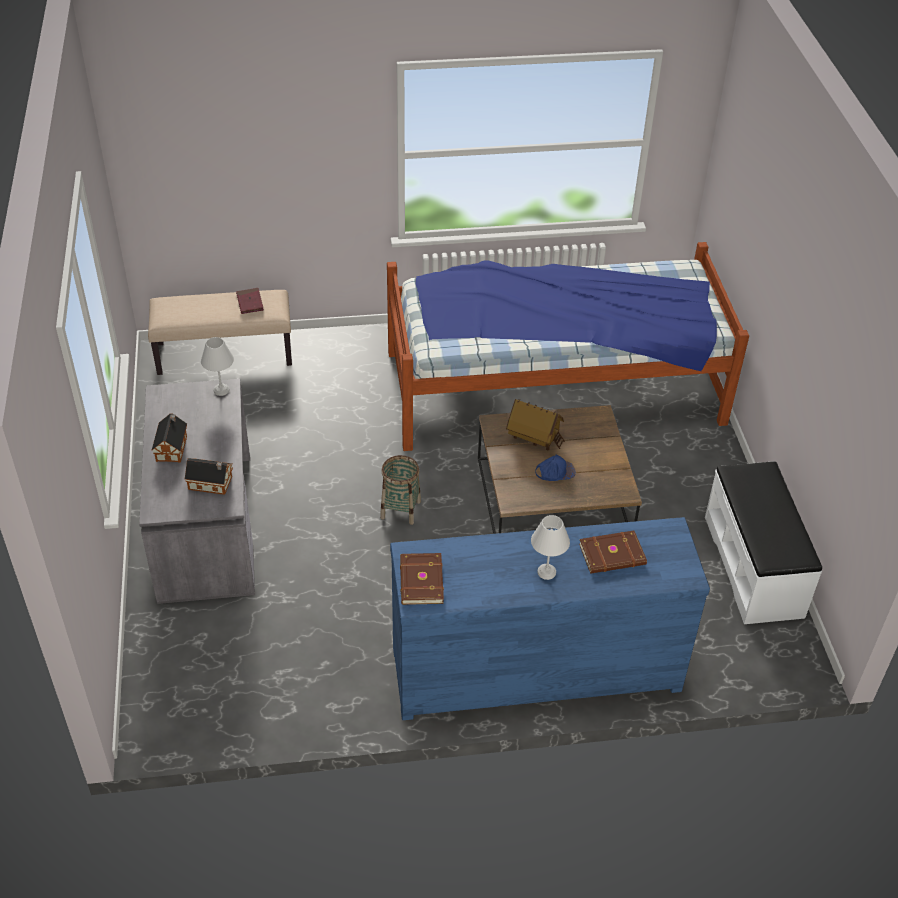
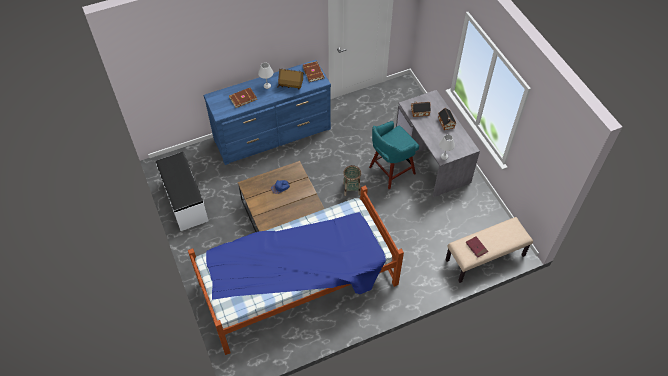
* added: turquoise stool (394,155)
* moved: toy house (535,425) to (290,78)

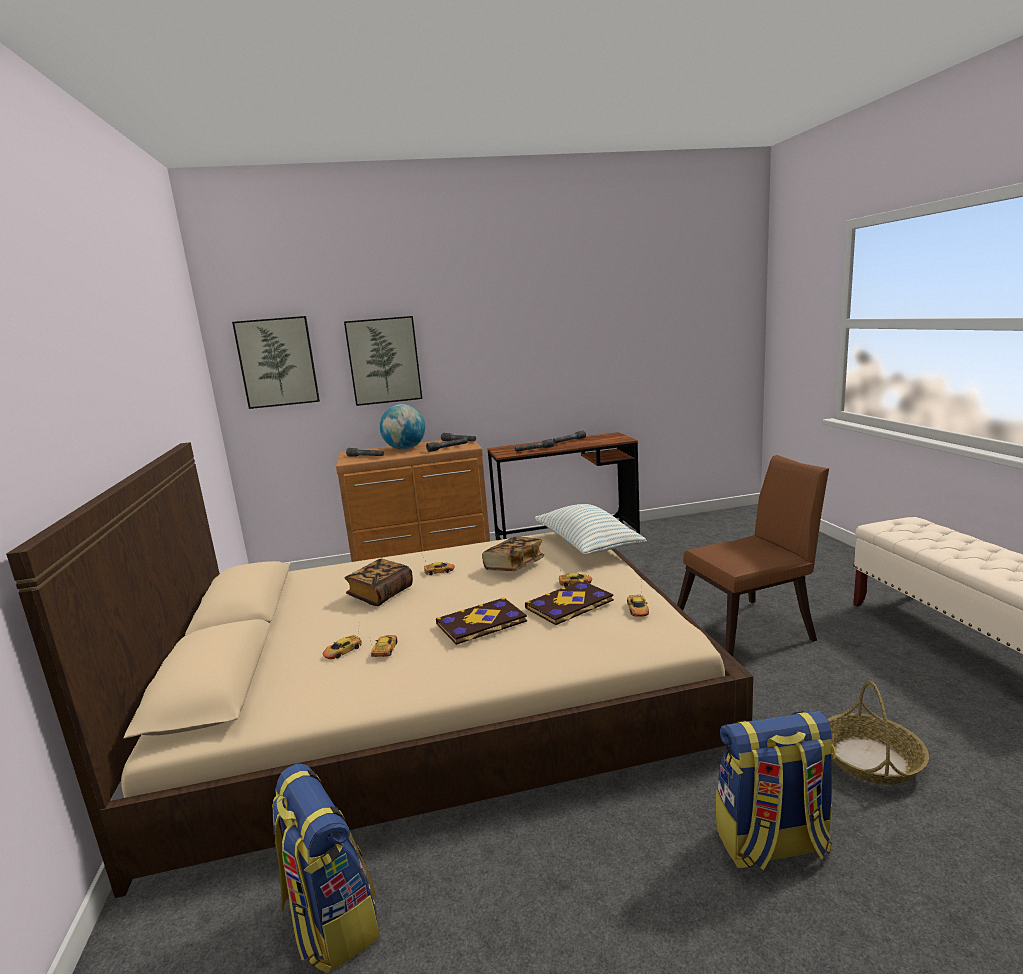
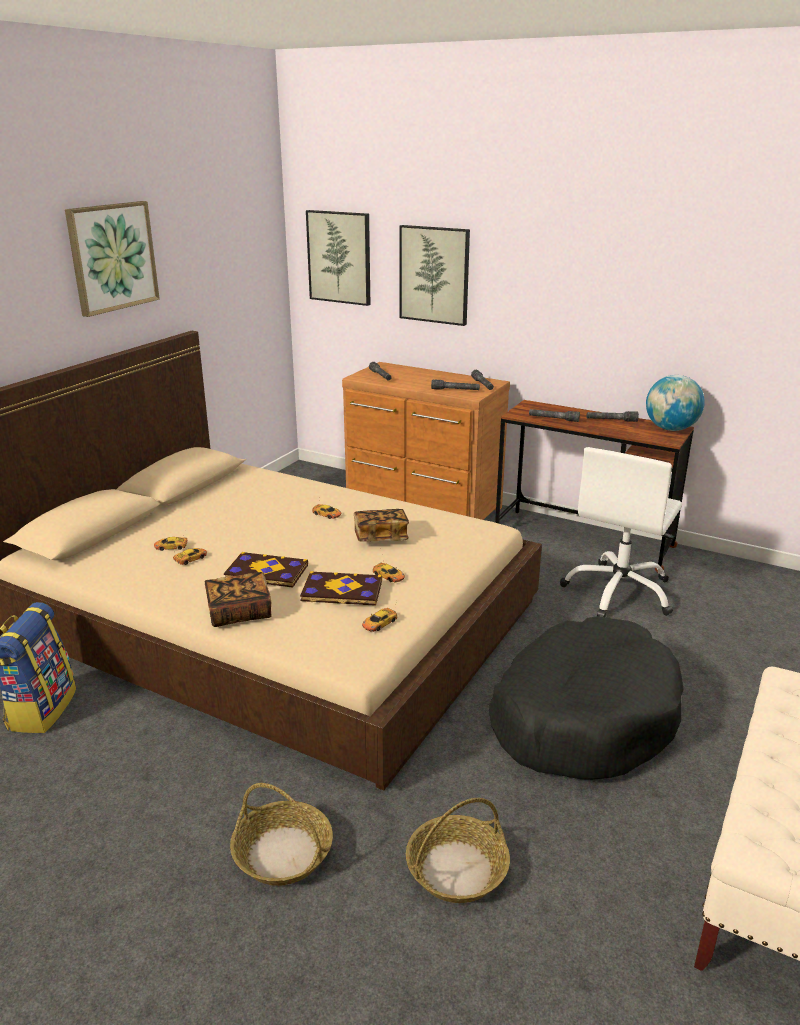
* removed: pillow (590,529)
* added: picture (112,259)
* added: white office chair (621,532)
* moved: book (379,582) to (238,599)
* moved: globe (402,427) to (675,403)
* replaced: brown chair (753,556) to black dog bed (586,698)
* replaced: backpack (776,790) to basket (281,834)

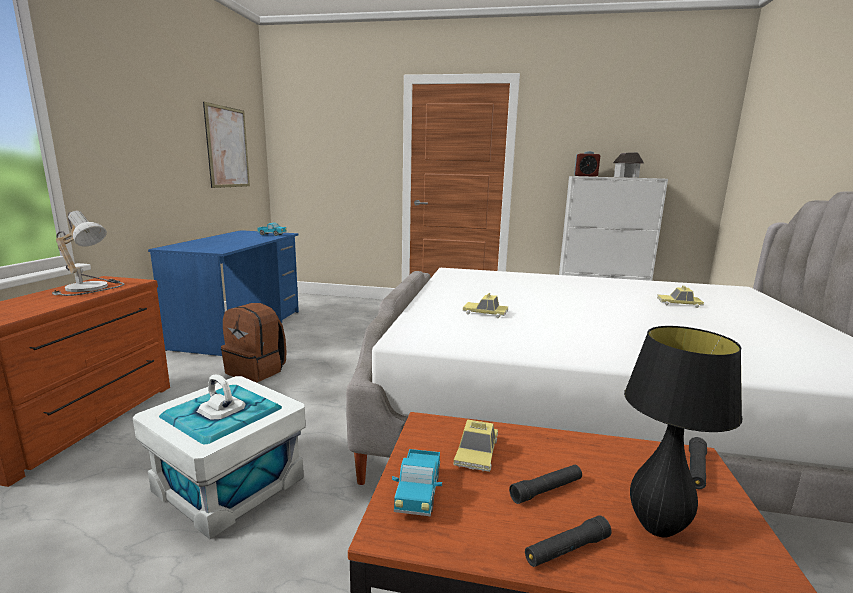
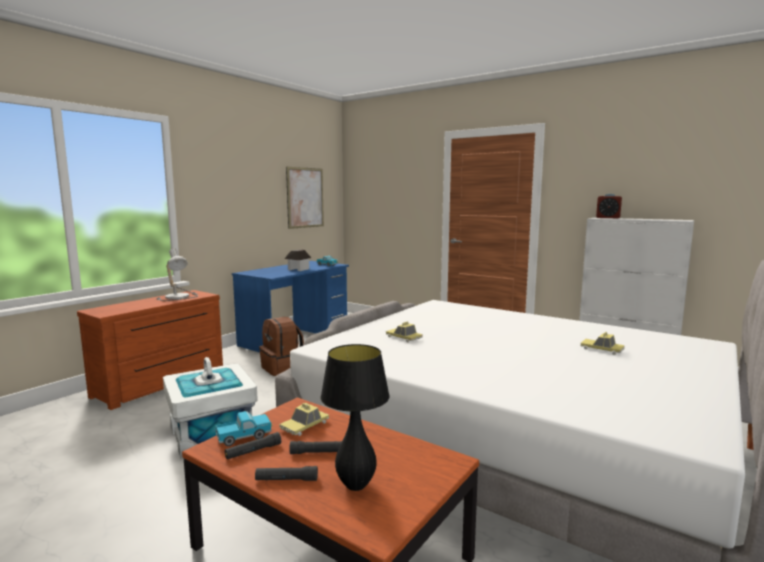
* moved: toy house (628,165) to (297,260)
* moved: black flashlight (698,463) to (253,445)
* turned: toy truck (417,482) = (244,428) 150 degrees counterclockwise

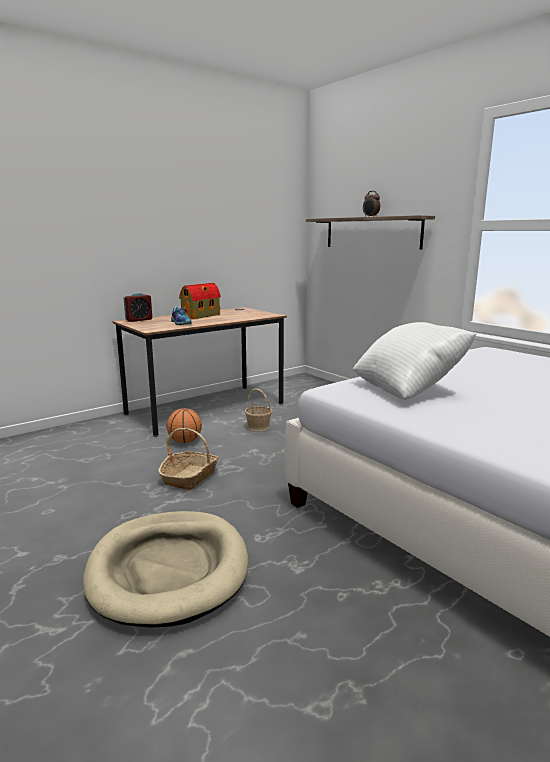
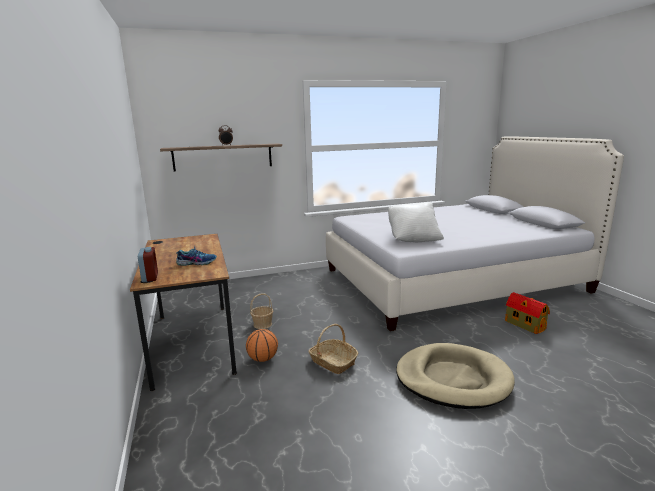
* moved: toy house (200,301) to (527,313)

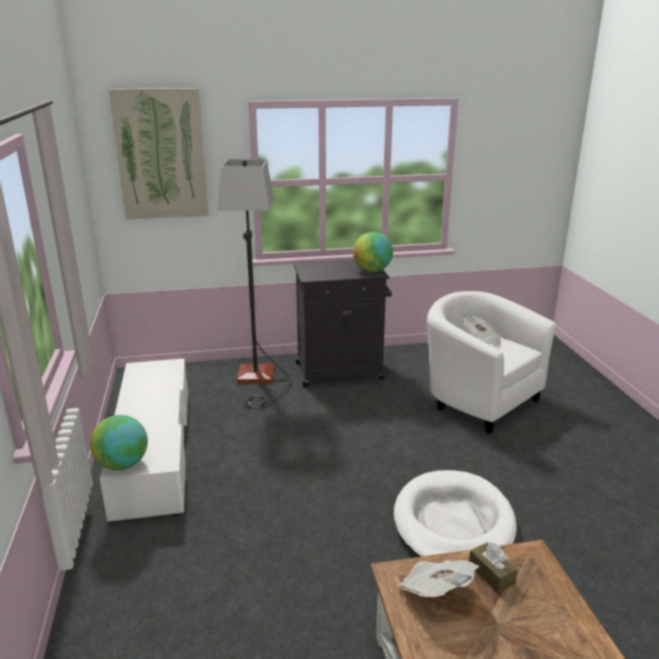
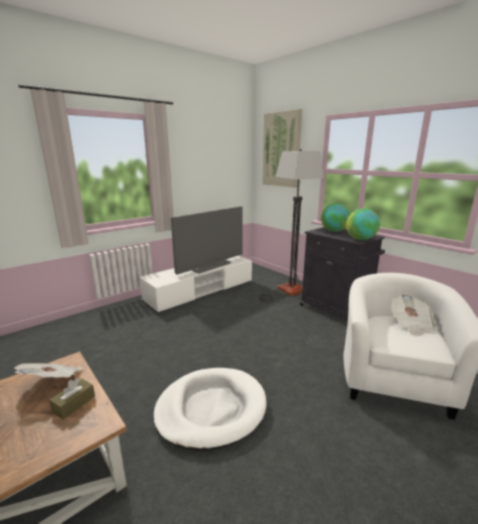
* added: television (207,240)
* moved: globe (119,442) to (335,217)

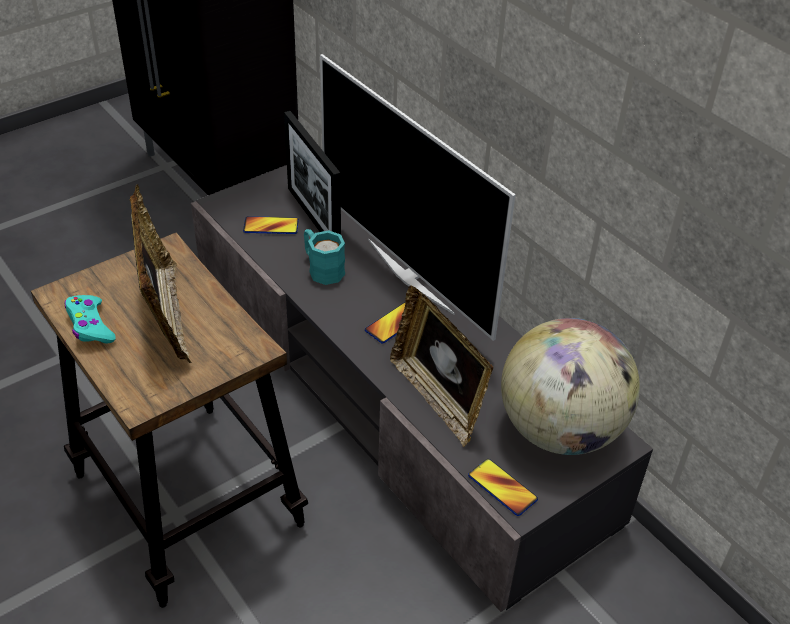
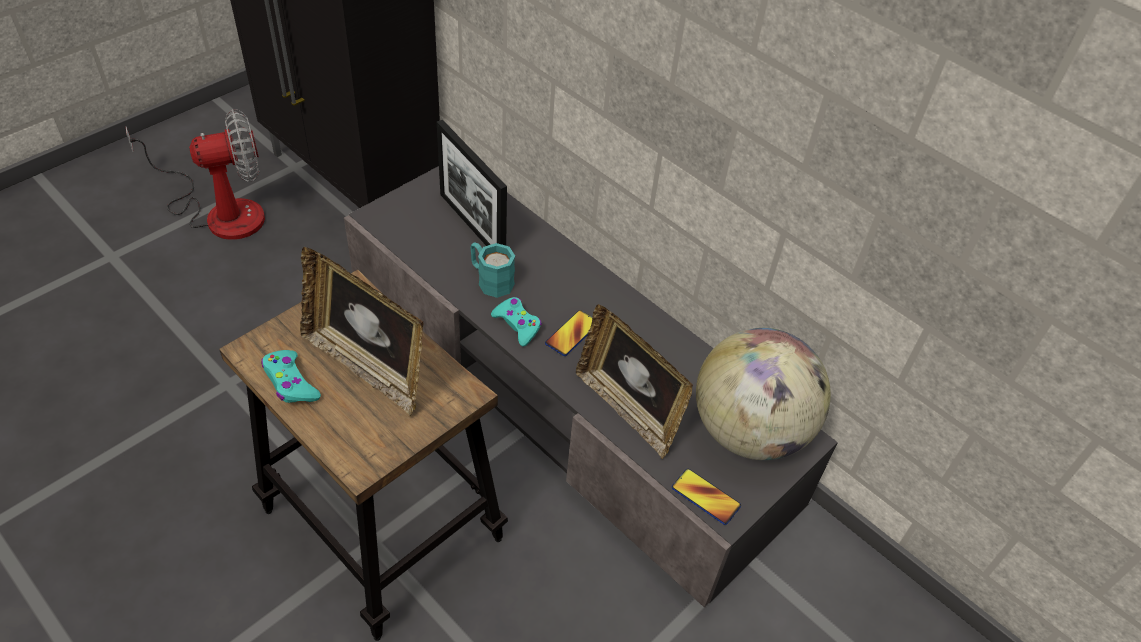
* removed: phone (271,225)
* removed: television (418,197)
* added: fan (195,174)
* added: turquoise game controller (516,322)
* turned: picture frame (160,273) = (362,332) 150 degrees clockwise

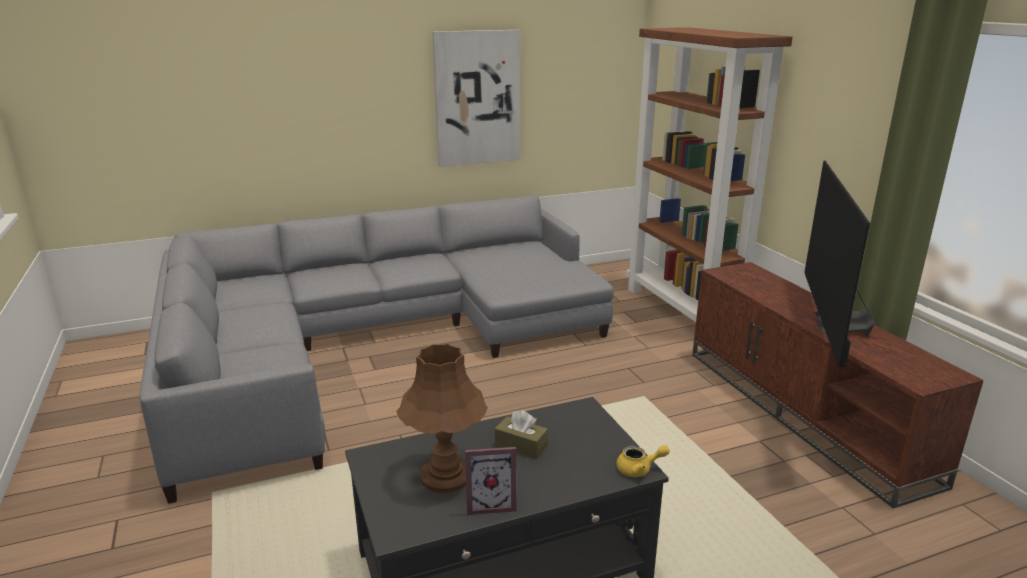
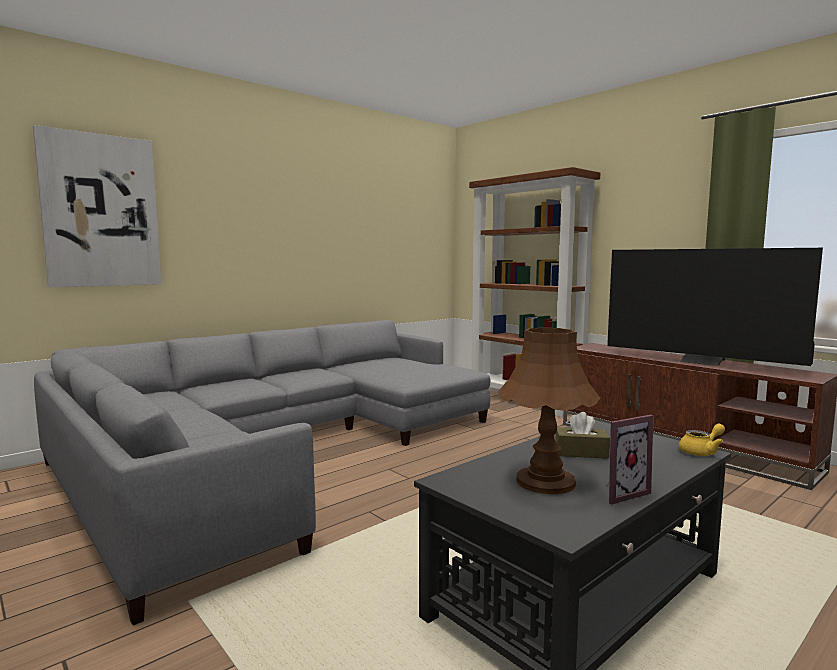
* moved: picture (476,98) to (97,206)
* turned: television (839,263) = (715,307) 45 degrees counterclockwise

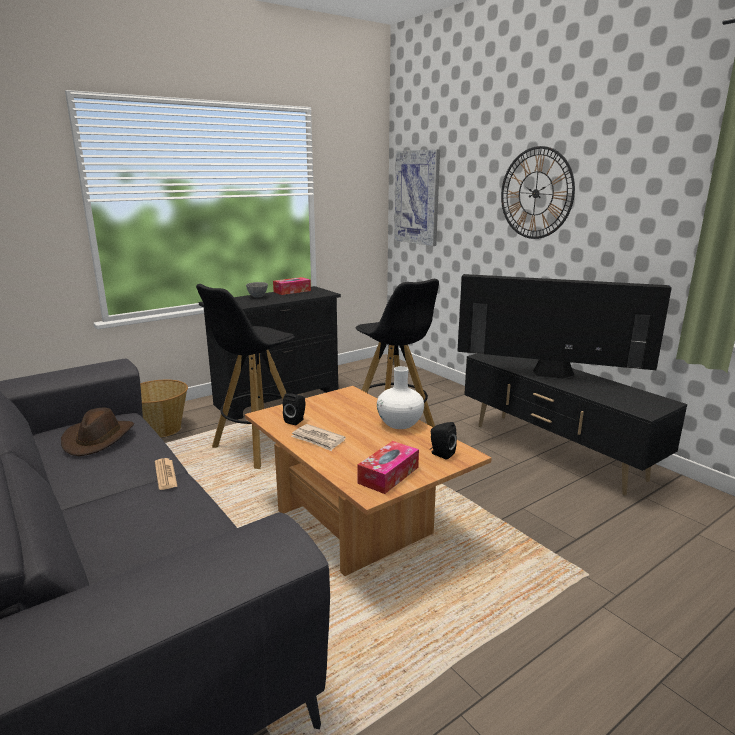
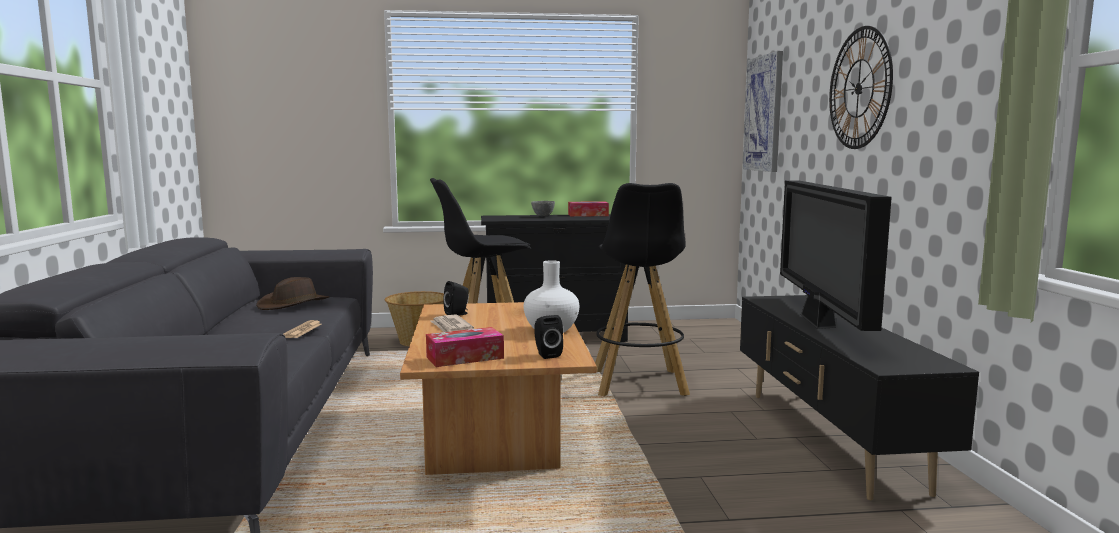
* turned: television (564,327) = (836,255) 135 degrees counterclockwise

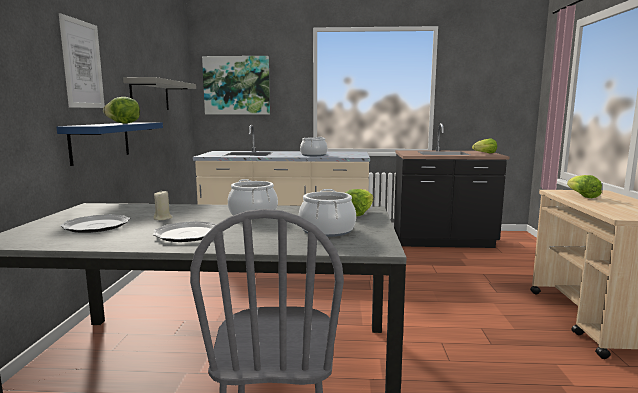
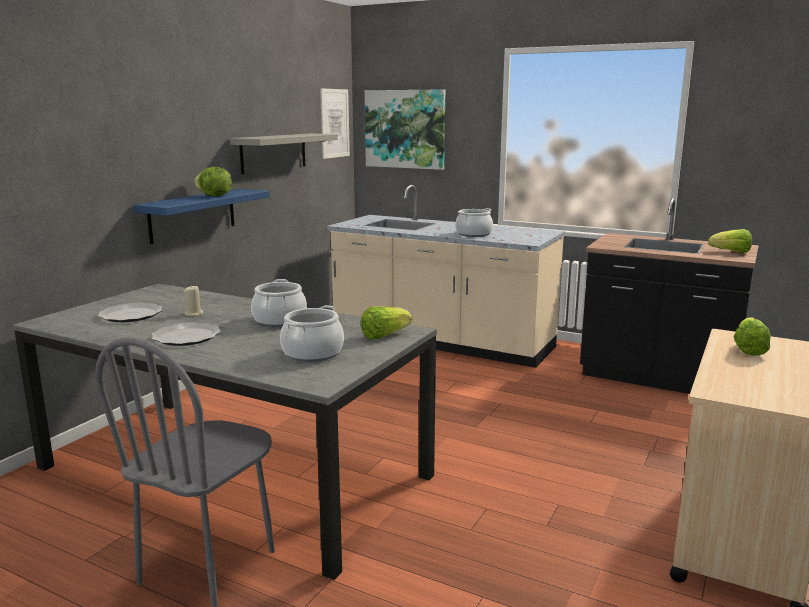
* moved: picture (82,60) to (335,123)

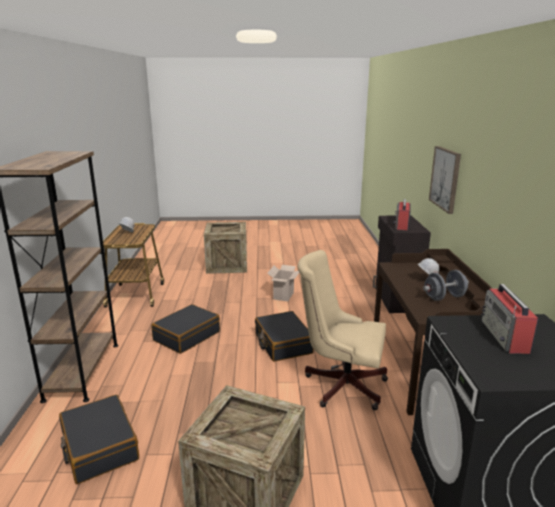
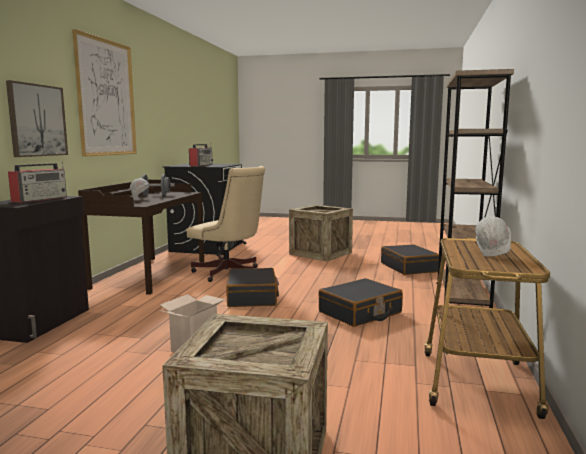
* added: picture (104,93)

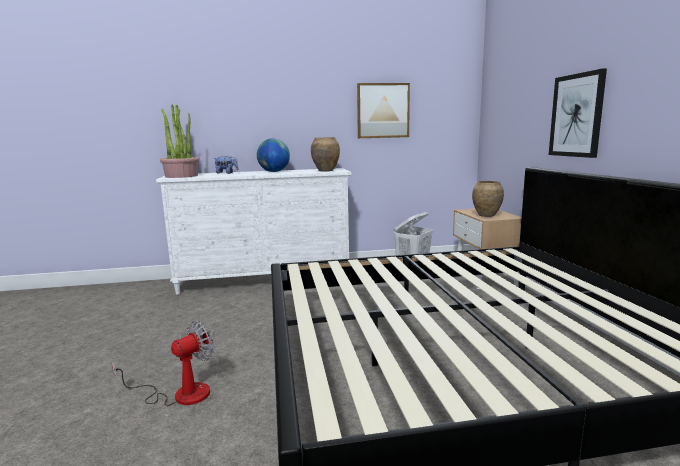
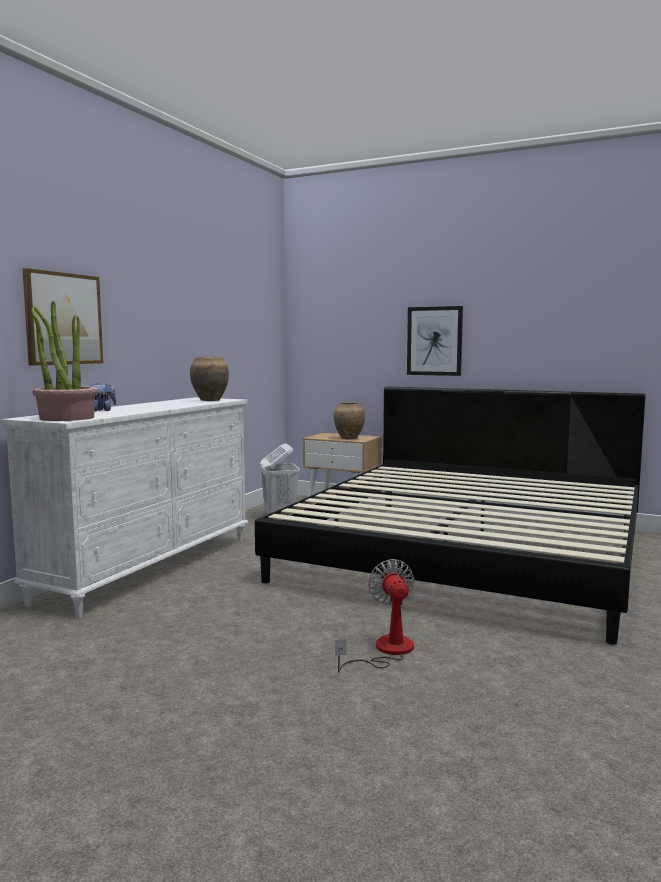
* removed: globe (273,155)
* moved: picture (383,110) to (62,317)

